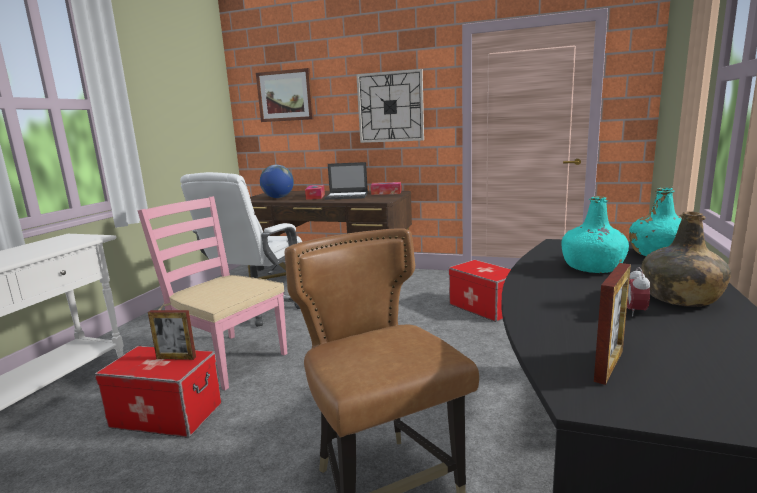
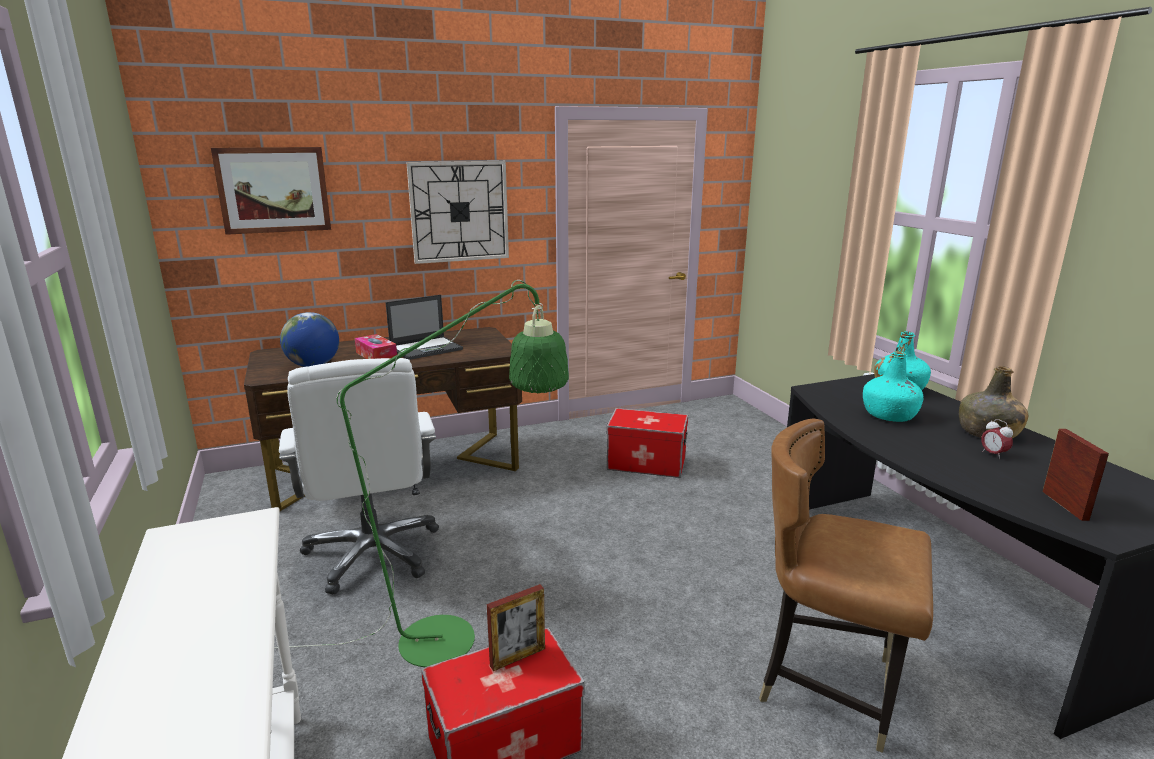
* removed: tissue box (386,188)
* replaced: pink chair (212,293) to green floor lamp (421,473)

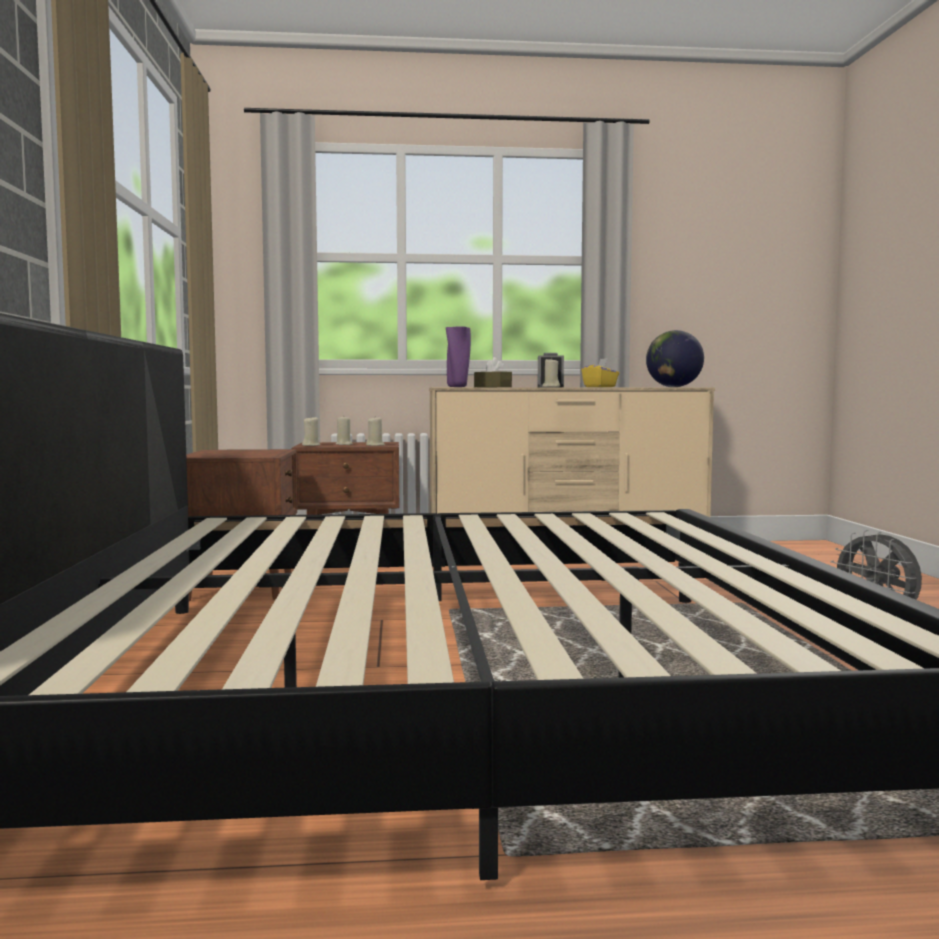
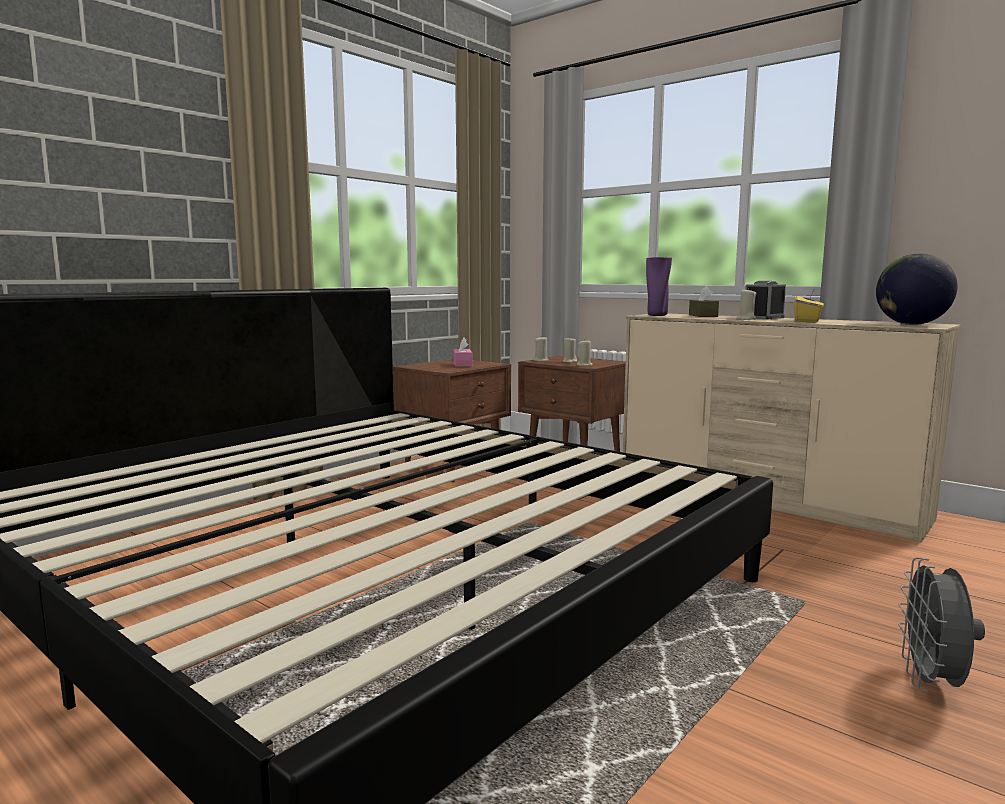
* added: pink tissue box (462,352)

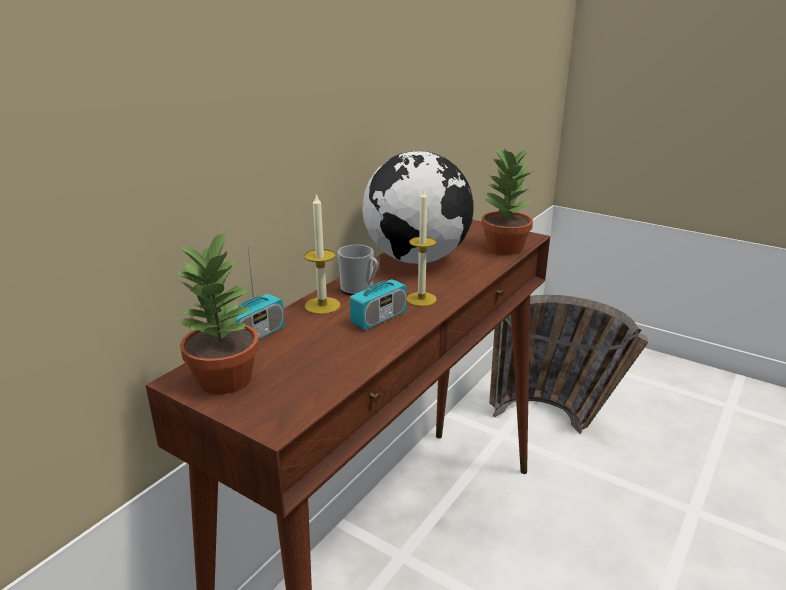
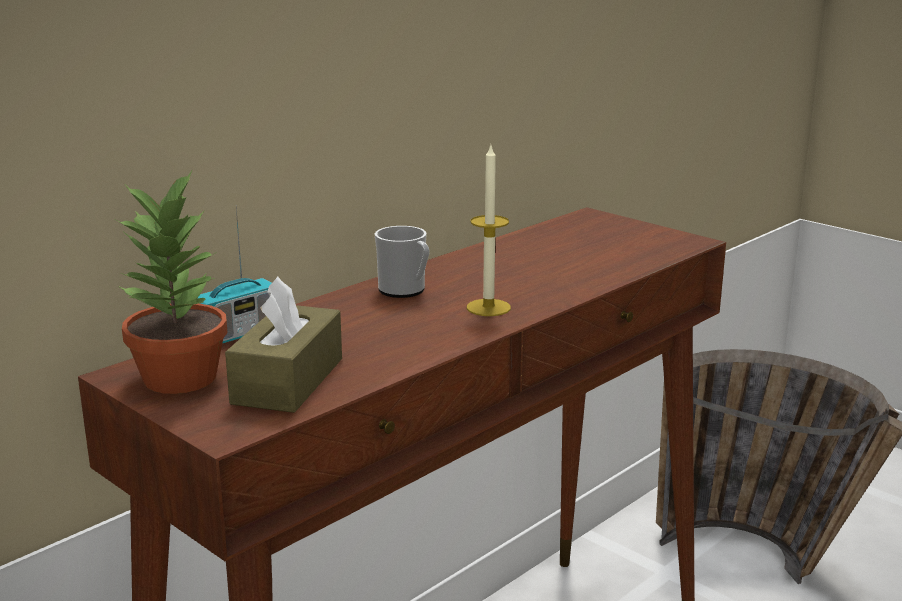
* removed: candle (322,253)
* removed: radio (378,291)
* removed: globe (418,207)
* removed: potted plant (507,201)
* added: brown tissue box (283,345)

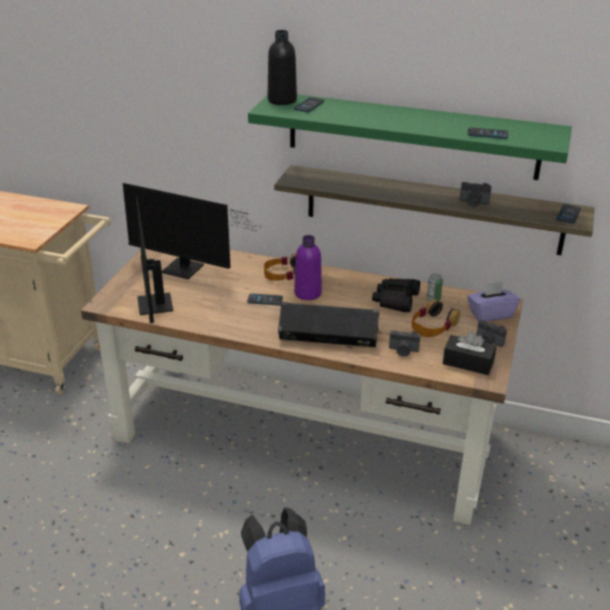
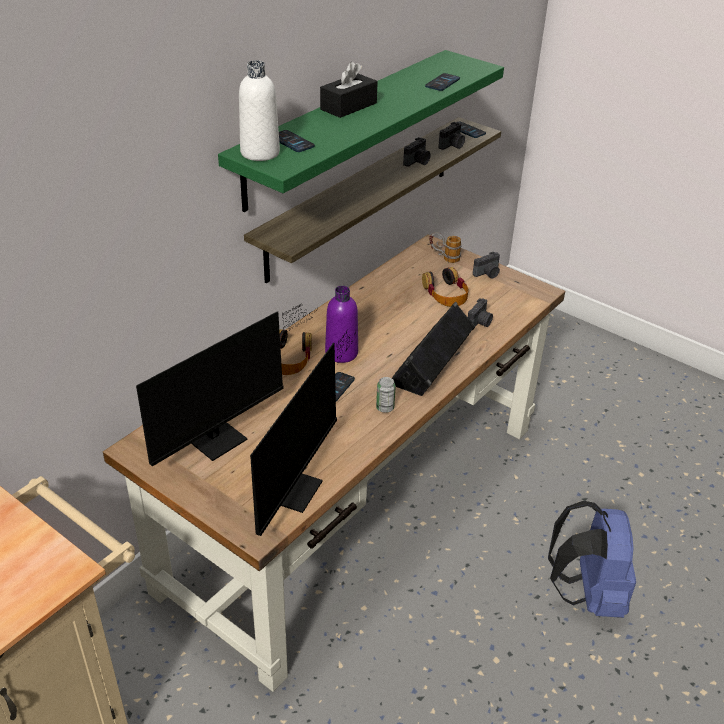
* removed: black binoculars (396,295)
* added: photo camera (451,136)
* moved: can (435,287) to (386,395)
* moved: black tissue box (469,353) to (349,90)
* replaced: purple tissue box (493,302) to mug (445,248)
* recoloured: black bottle (282,67) to white bottle (259,110)
* turned: monitor (154,259) = (302,432) 75 degrees counterclockwise

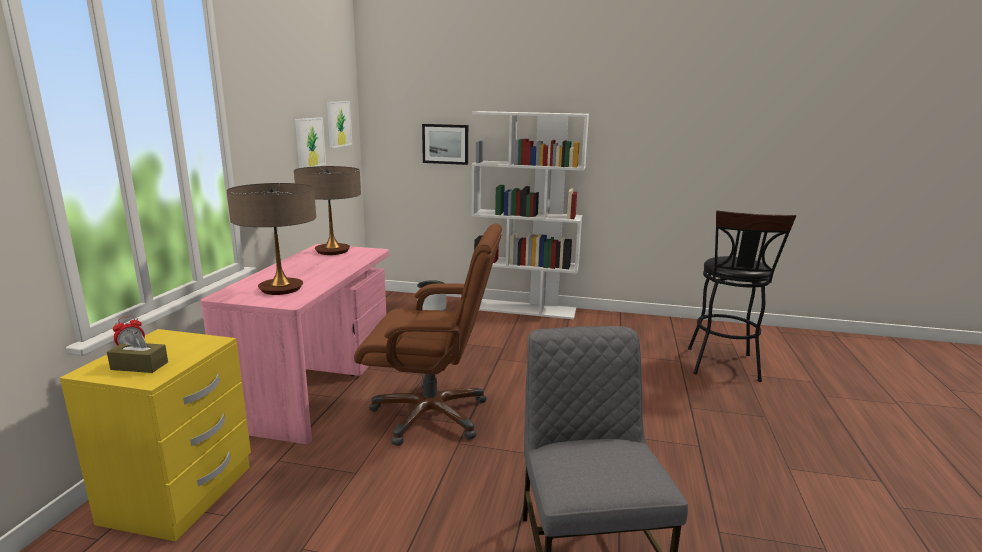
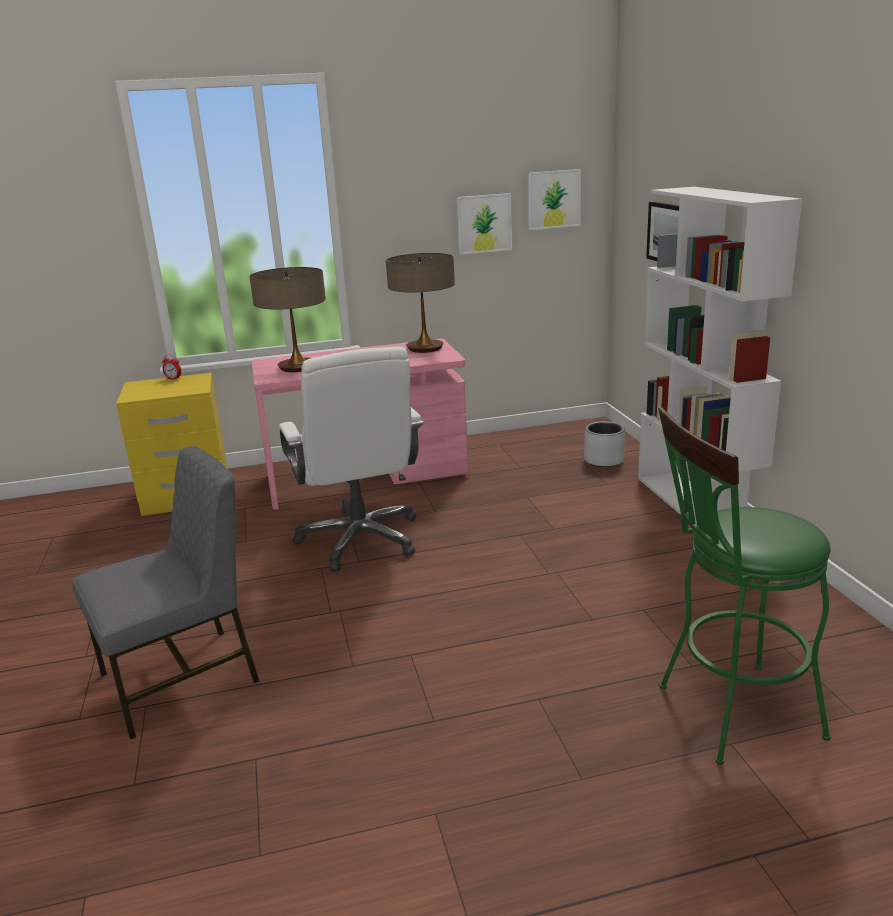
* removed: brown tissue box (137,352)
* recoloured: brown office chair (428,334) to white office chair (351,459)
* recoloured: black stool (742,296) to green stool (744,586)

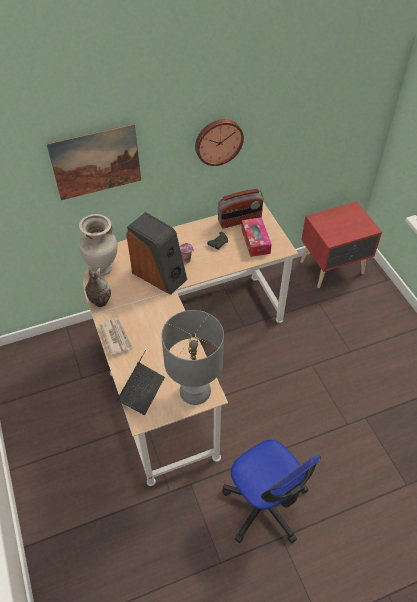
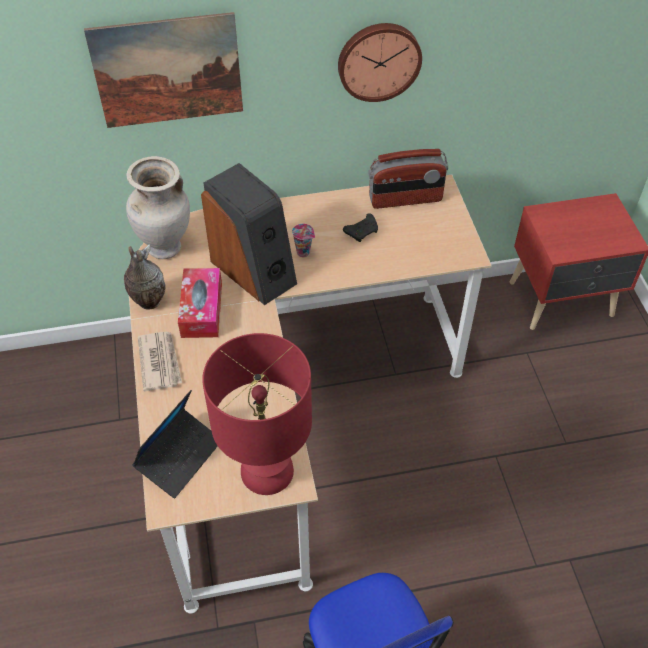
* moved: tissue box (256,237) to (200,303)
* recoloured: grey table lamp (192,357) to red table lamp (257,414)

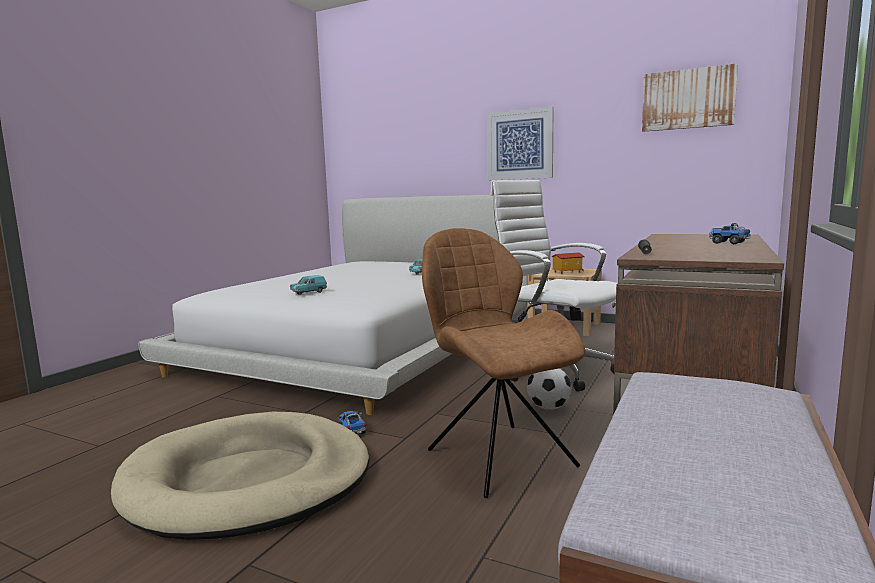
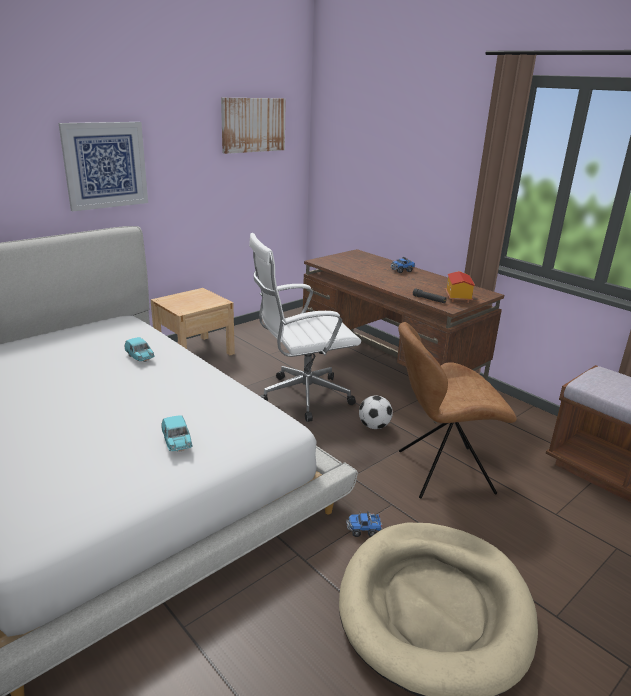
* moved: toy house (568,263) to (460,287)

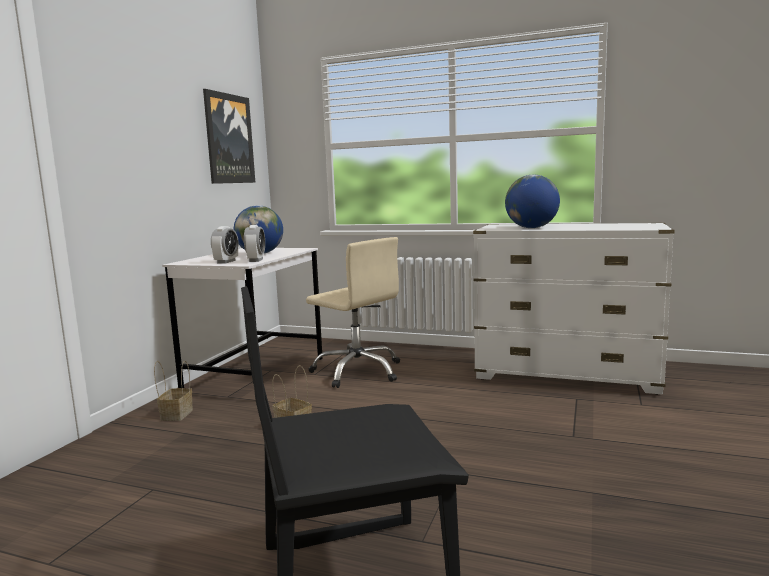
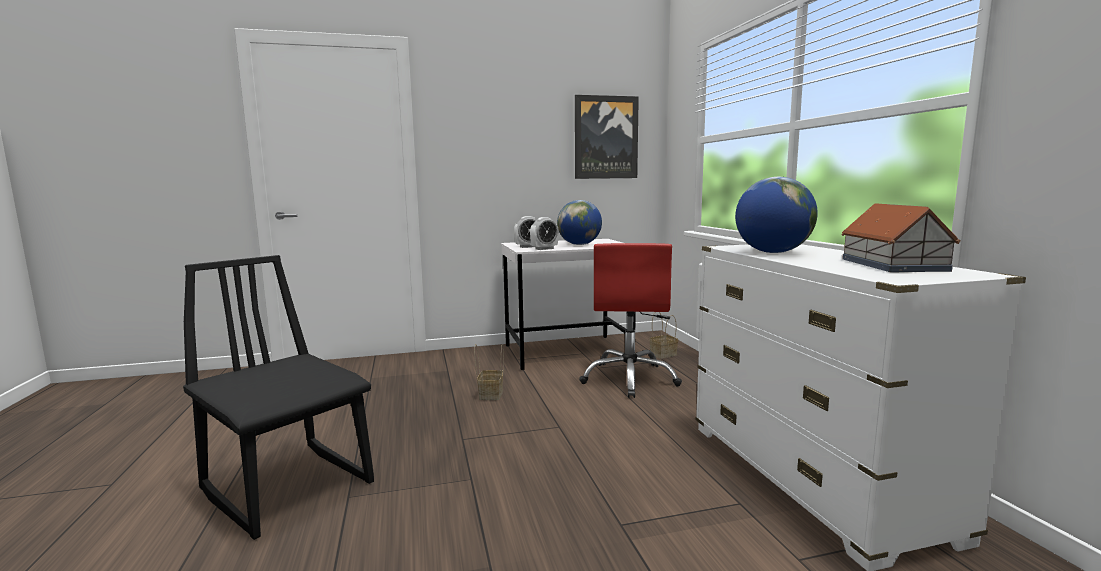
* added: toy house (901,237)
* moved: basket (173,391) to (663,335)
* recoloured: beige office chair (353,312) to red office chair (630,320)

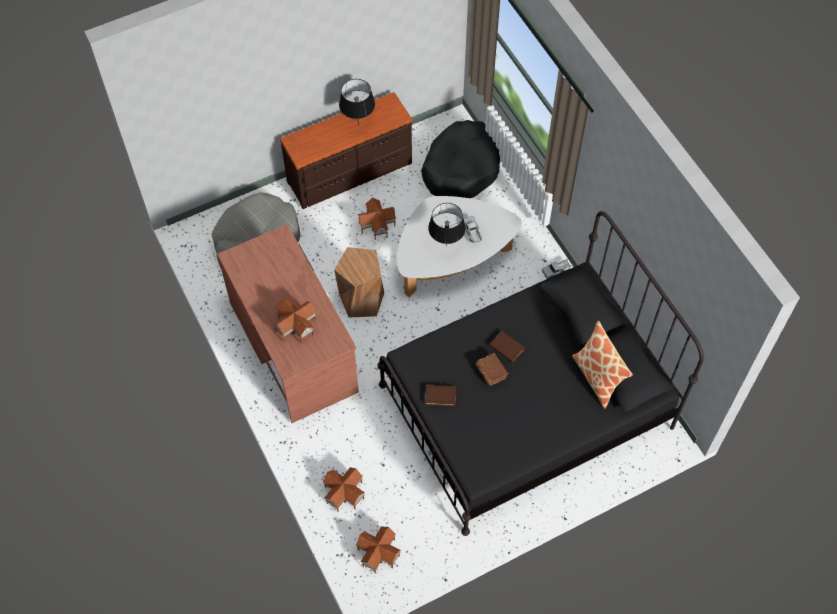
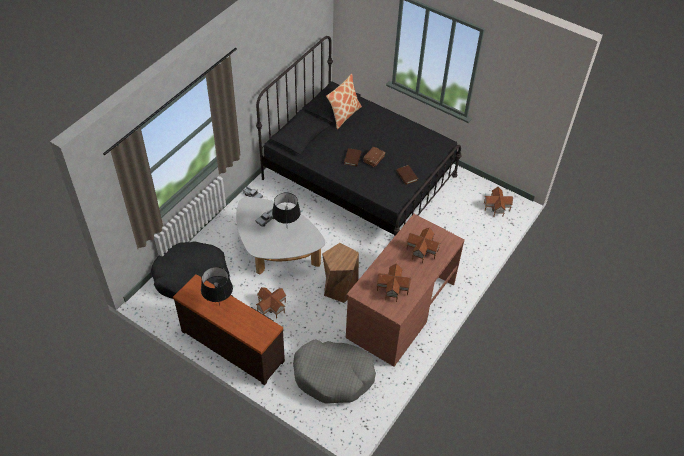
* moved: toy house (344,489) to (394,282)

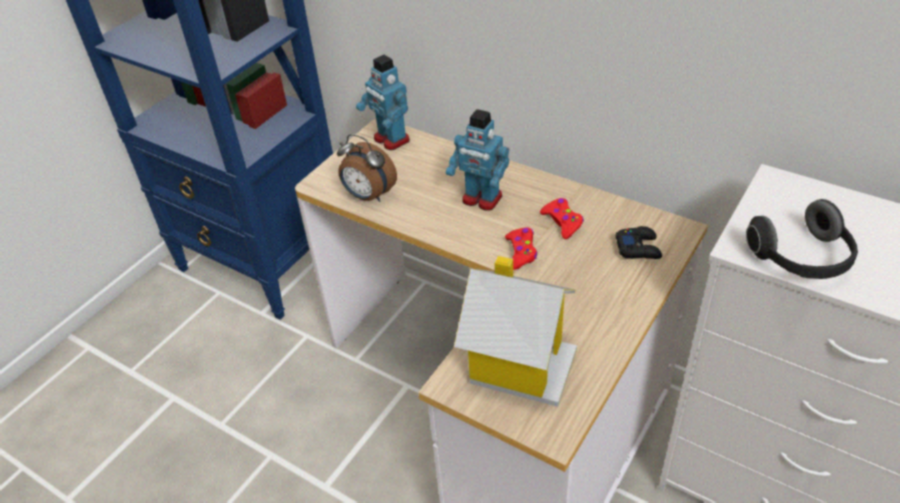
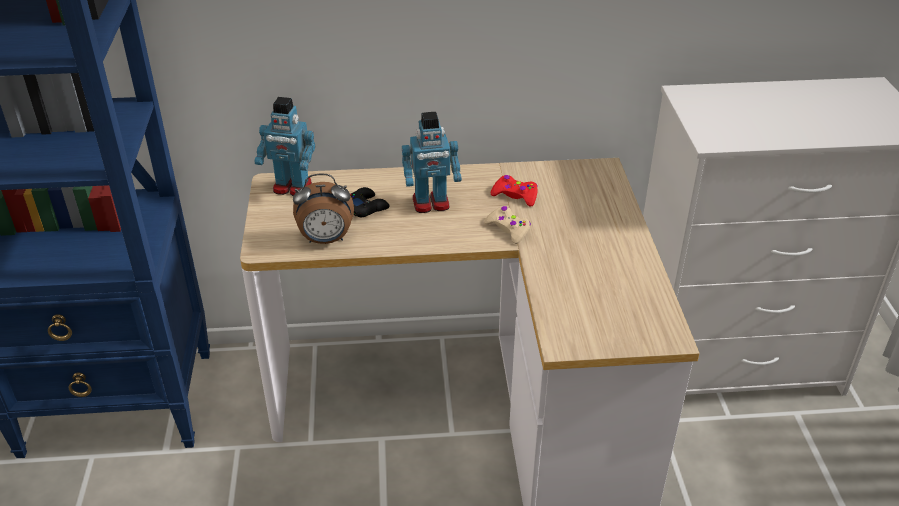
* removed: toy house (515,331)
* removed: headphones (802,239)
* moved: black game controller (638,242) to (369,202)
* recoloured: red game controller (521,249) to beige game controller (507,225)

